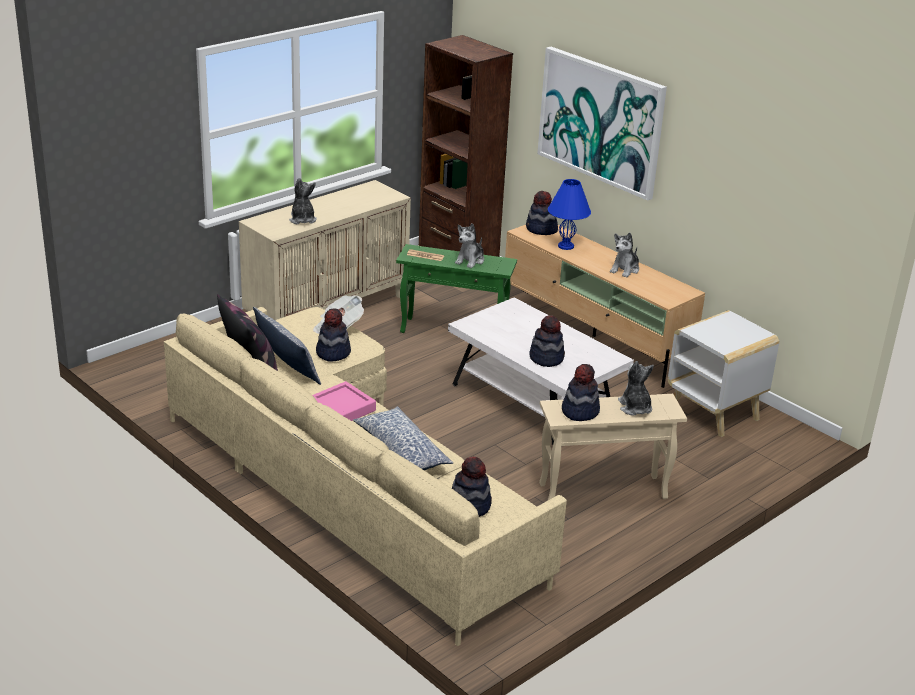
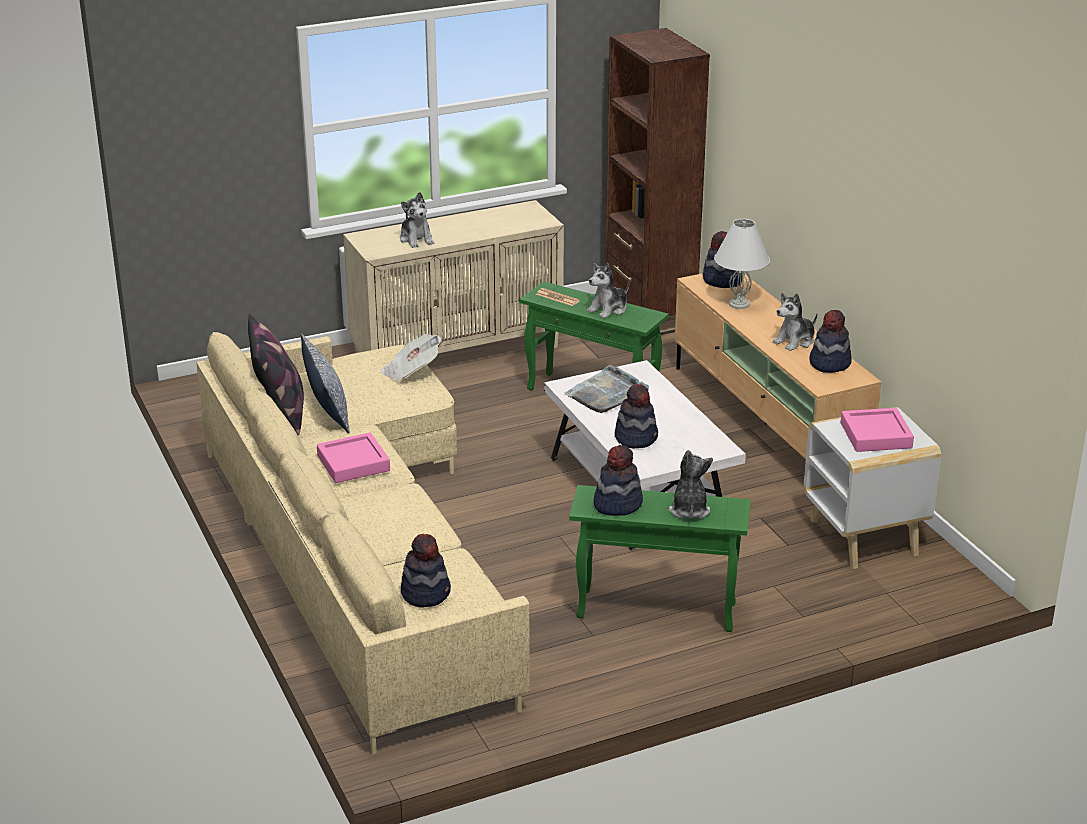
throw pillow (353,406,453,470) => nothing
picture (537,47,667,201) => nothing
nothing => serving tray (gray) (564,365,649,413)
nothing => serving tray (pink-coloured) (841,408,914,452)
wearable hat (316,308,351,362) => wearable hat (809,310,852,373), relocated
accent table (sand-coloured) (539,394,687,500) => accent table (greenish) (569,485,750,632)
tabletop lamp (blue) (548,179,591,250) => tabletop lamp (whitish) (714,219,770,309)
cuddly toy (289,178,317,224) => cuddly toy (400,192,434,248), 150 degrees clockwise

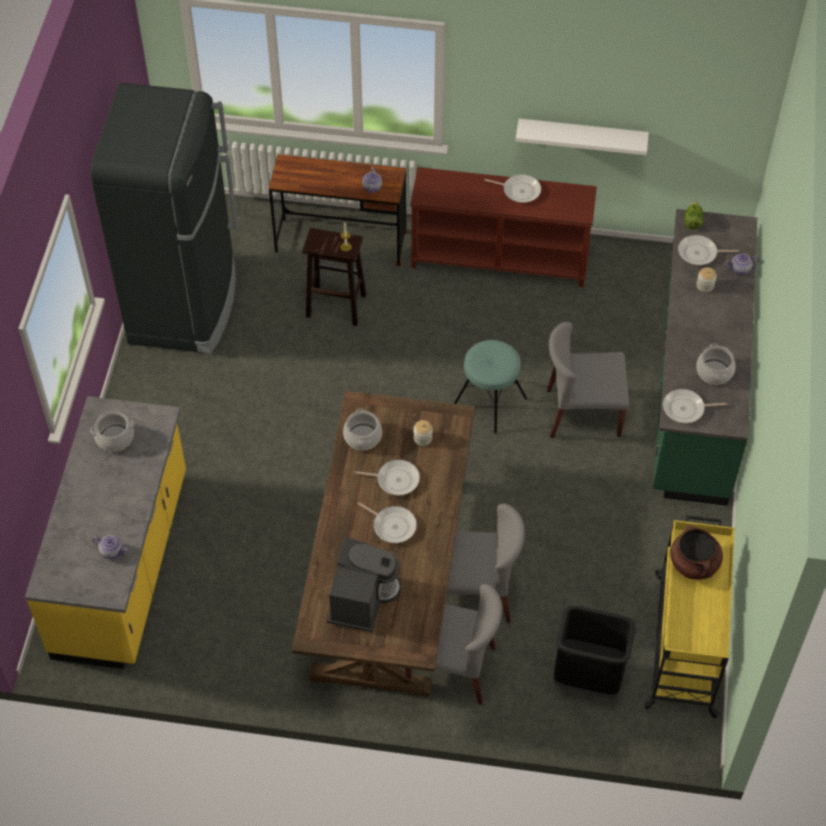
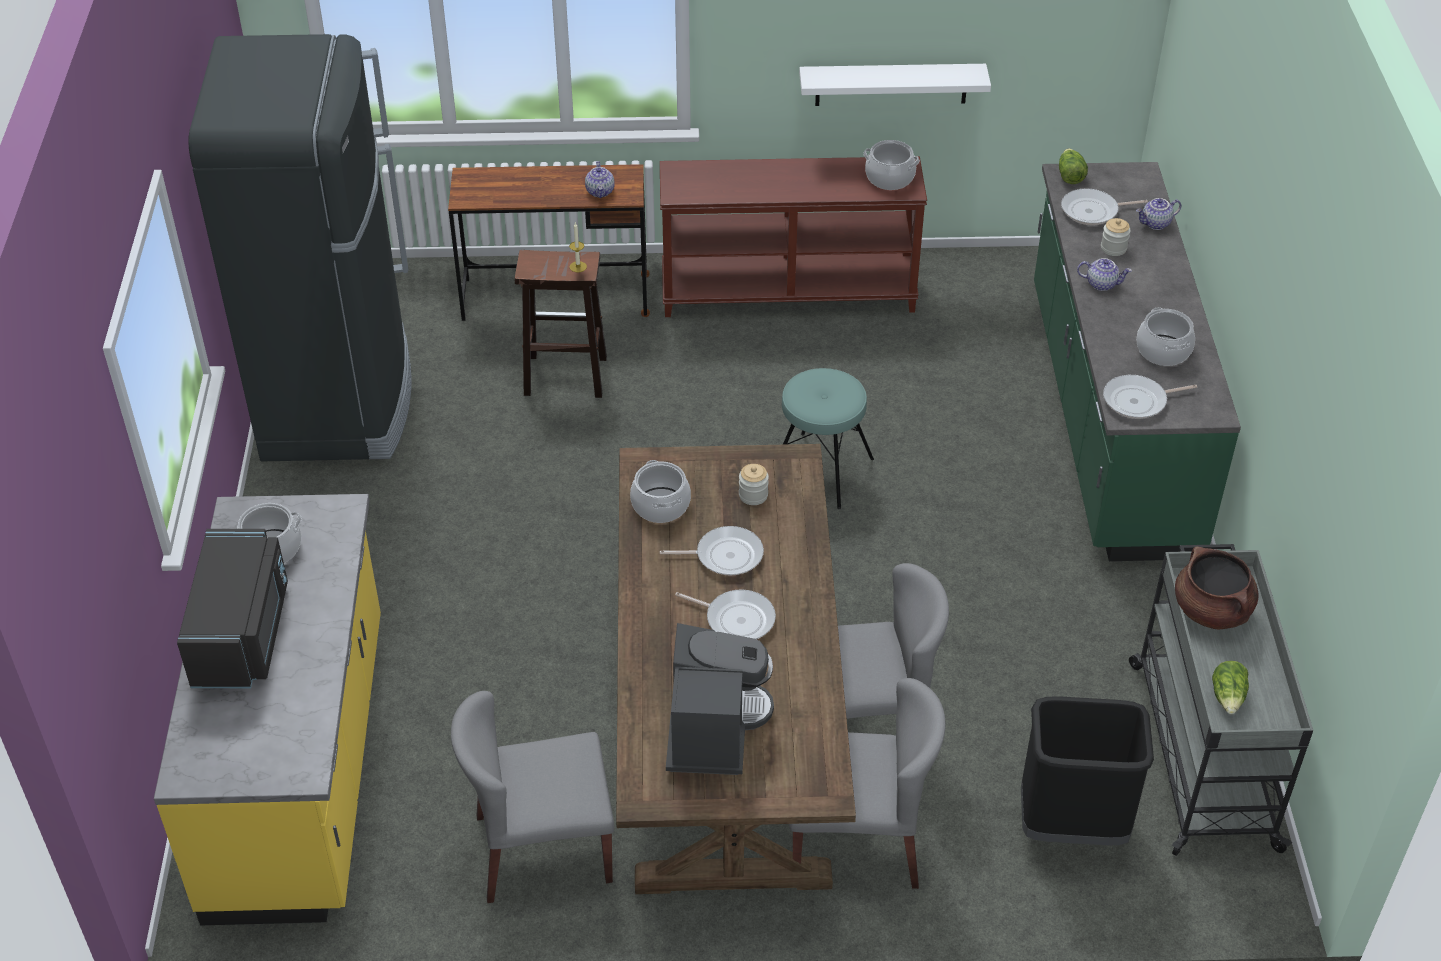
pan (484,174,541,203) => nothing
nothing => microwave (black-coloured) (177,529,288,688)
nothing => cooking pot (863,140,920,190)
nothing => lettuce head (1212,661,1249,714)
teapot (92,535,127,559) => teapot (1077,258,1132,291), relocated
upright chair (gray) (547,322,629,438) => upright chair (gray) (451,691,614,903), relocated
trolley (yellowish) (644,515,735,718) => trolley (gray) (1129,544,1313,856)

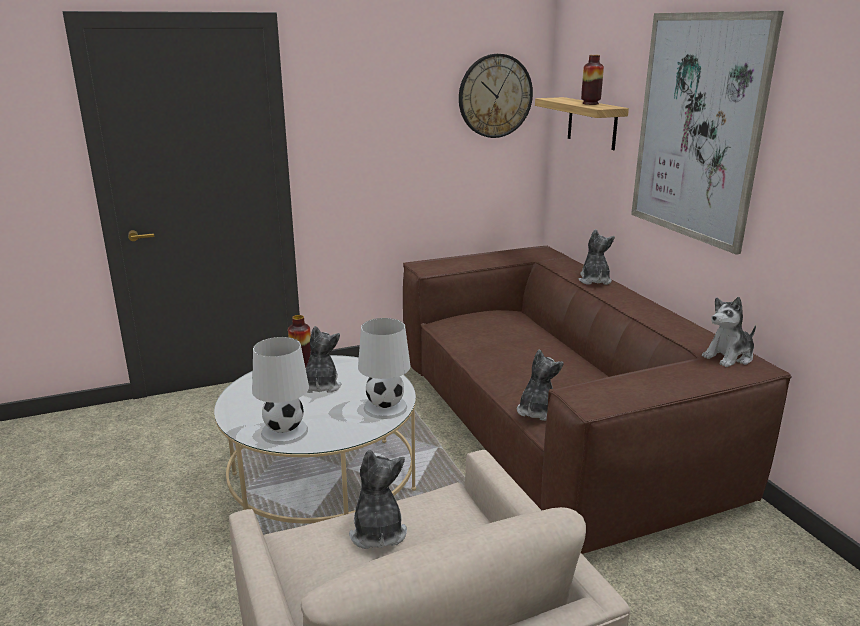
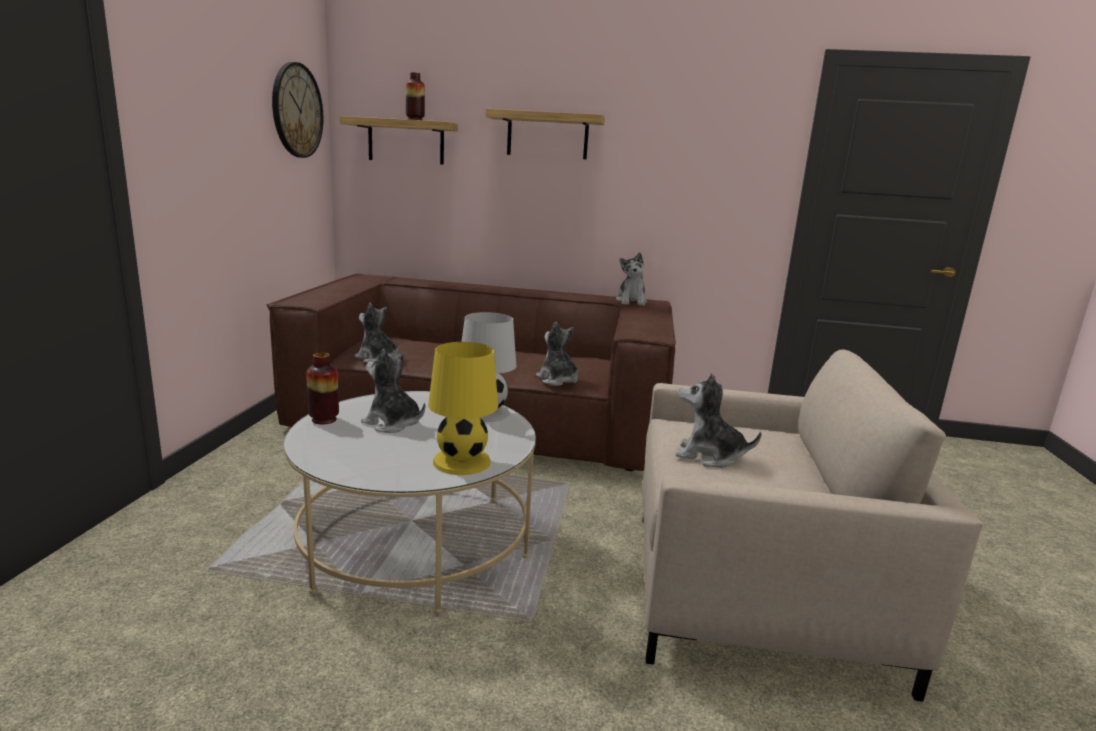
cuddly toy (579,229,615,285) => cuddly toy (355,303,399,363), relocated
picture (631,11,784,255) => bracket shelf (485,109,605,159)
tabletop lamp (whitish) (252,337,309,445) => tabletop lamp (yellowish) (428,342,498,475)

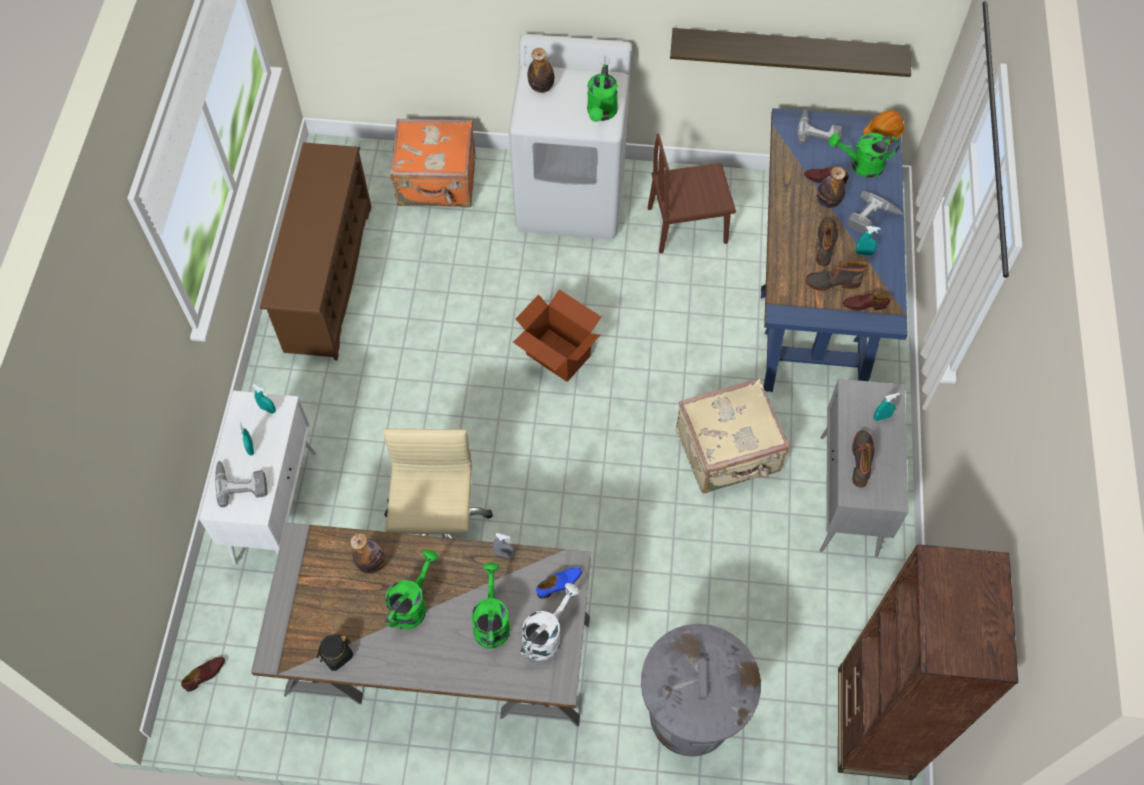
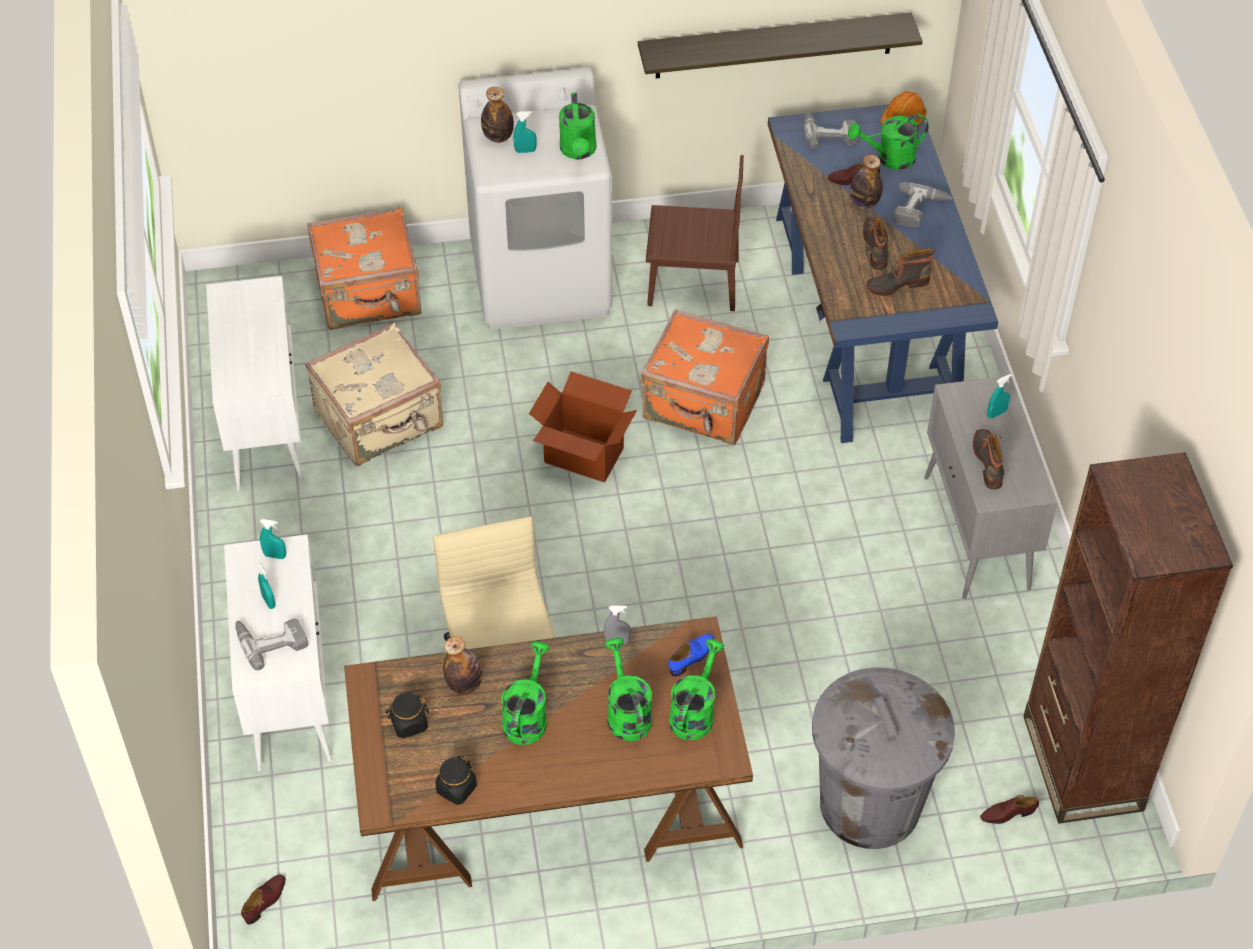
nothing => preserve jar (black-coloured) (385,692,429,738)
nothing => suitcase (orange) (641,309,769,445)
suitcase (sand-coloured) (676,379,790,494) => suitcase (sand-coloured) (305,323,443,466), relocated
shoe (brownish) (842,292,890,311) => shoe (brownish) (980,795,1039,824), relocated
sprayer (turquoise-coloured) (856,226,881,256) => sprayer (turquoise-coloured) (513,111,537,153), relocated
shoe rack (brownish) (260,142,371,360) => cupboard (whitish) (206,276,305,491)
desk unit (gray) (251,522,591,727) => desk unit (brownish) (344,616,753,901)
watering pot (whitish) (520,583,580,661) => watering pot (greenish) (669,639,725,740)
upright chair (brownish) (648,134,736,253) => upright chair (brownish) (646,155,744,311), 150 degrees counterclockwise

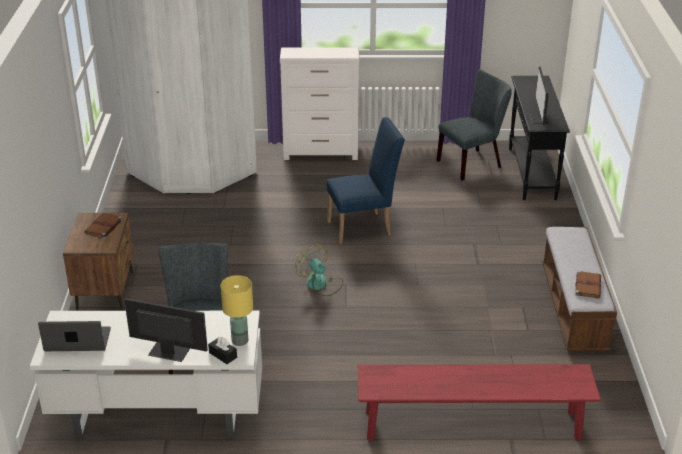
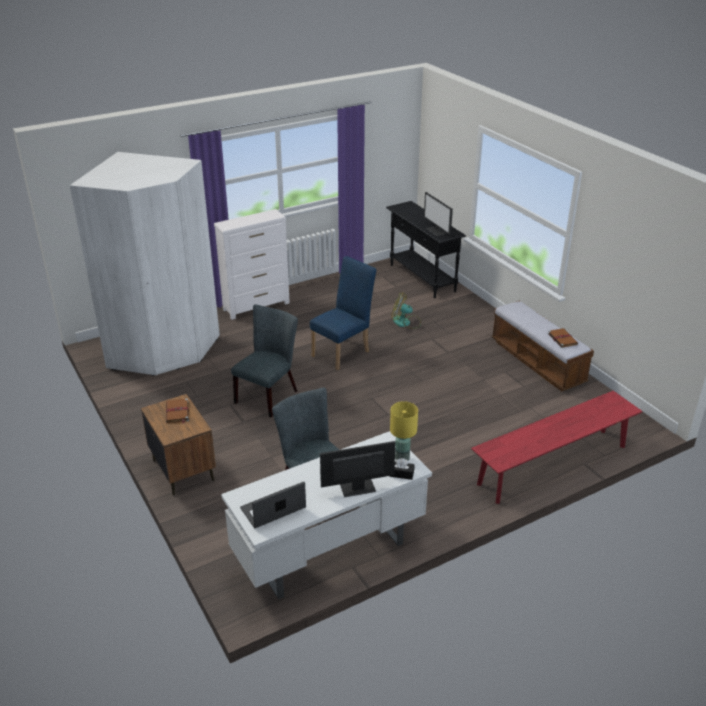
fan (295,244,343,296) => fan (391,293,421,329), relocated
upright chair (gray) (436,69,512,181) => upright chair (gray) (231,304,298,417), relocated

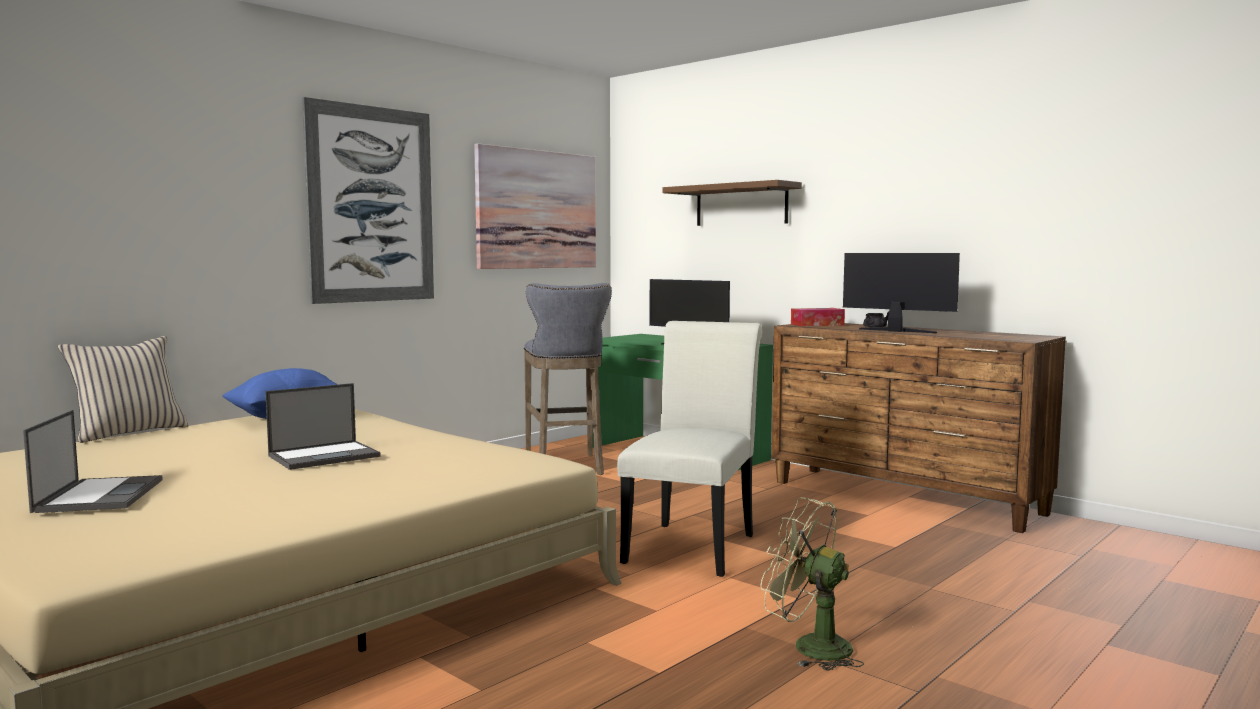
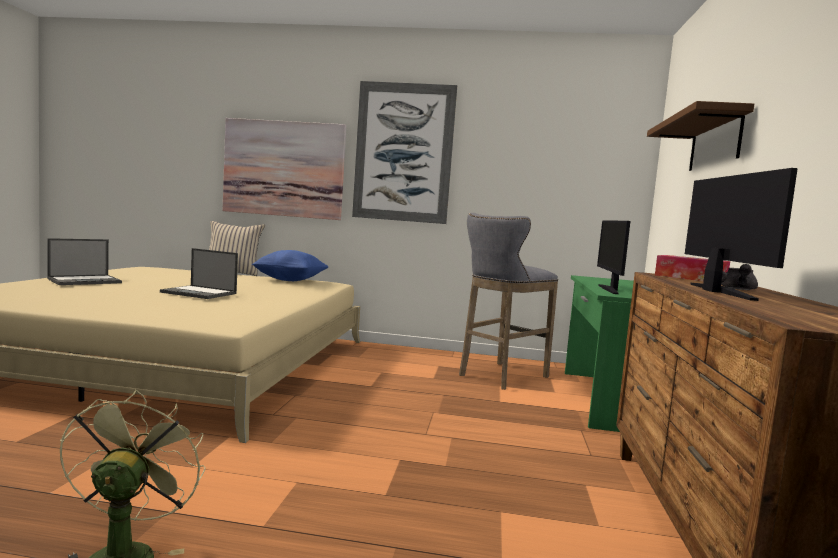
upright chair (whitish) (617,321,762,577) => nothing
picture (474,143,596,269) => picture (223,118,346,220), relocated

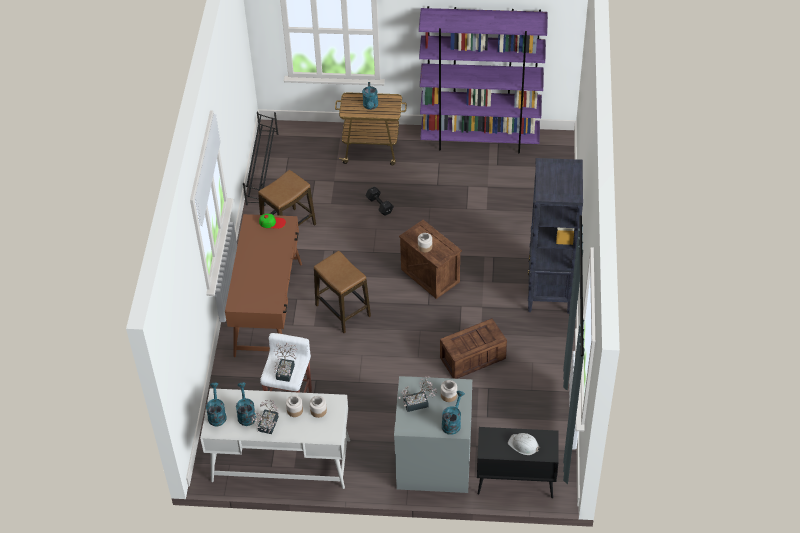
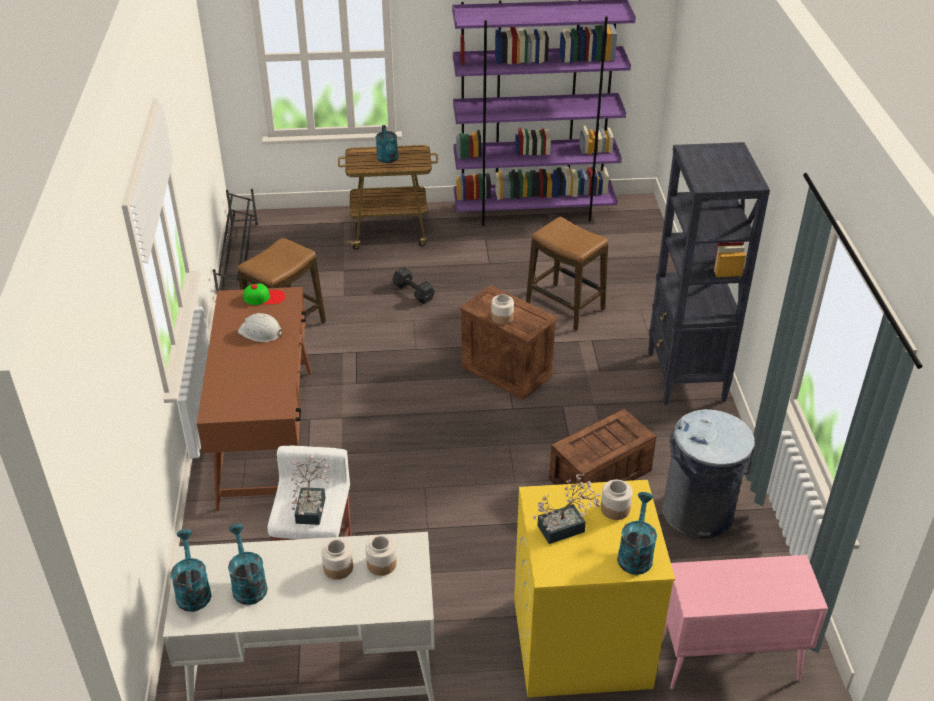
houseplant (251,400,279,434) => nothing
nothing => waste bin (gray) (662,409,755,539)
sitting stool (314,251,371,333) => sitting stool (526,217,608,330), relocated
work helmet (whitish) (508,433,539,455) => work helmet (whitish) (238,313,283,342), relocated
laundry appliance (gray) (394,376,472,493) => laundry appliance (yellowish) (514,480,675,697)
cupboard (black-coloured) (477,427,559,498) => cupboard (pink-coloured) (662,555,828,689)

